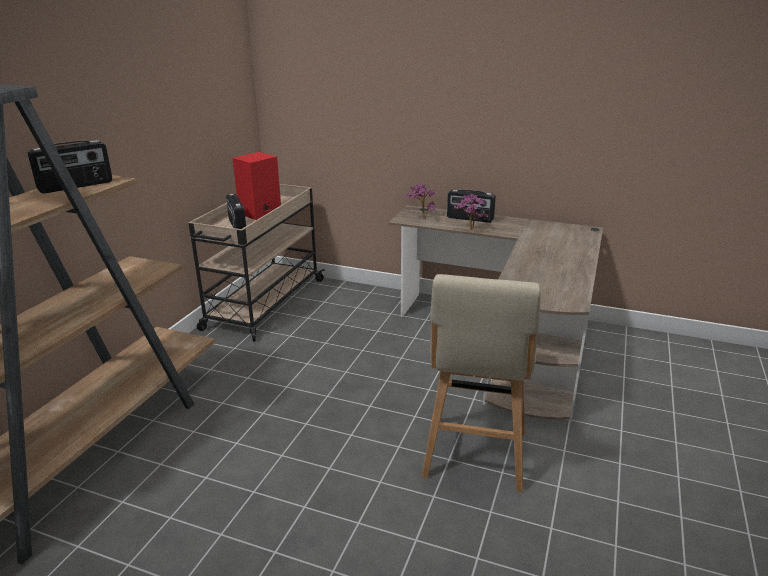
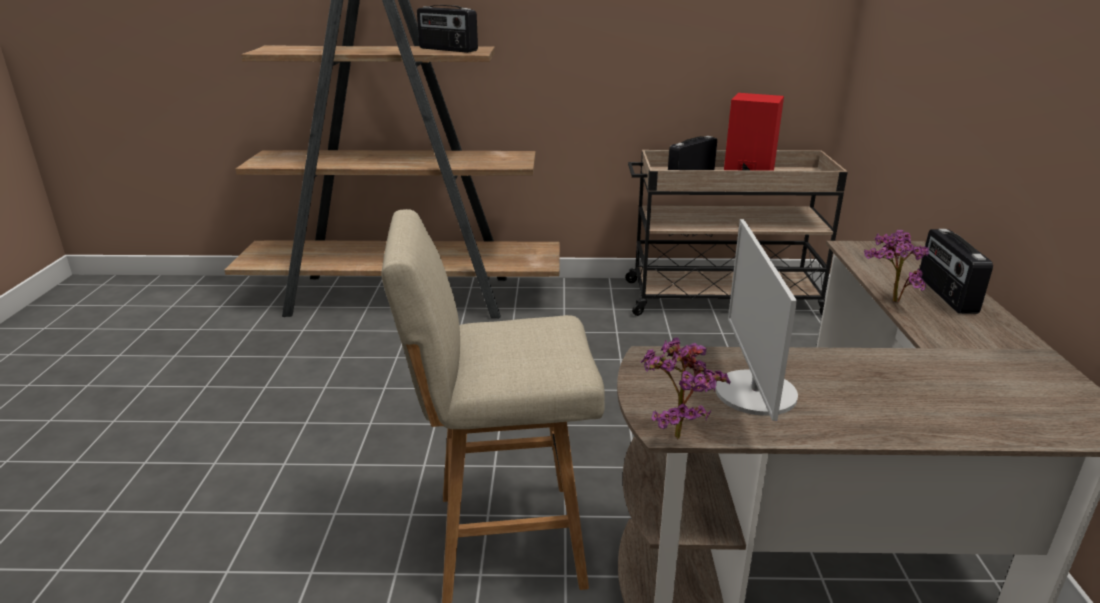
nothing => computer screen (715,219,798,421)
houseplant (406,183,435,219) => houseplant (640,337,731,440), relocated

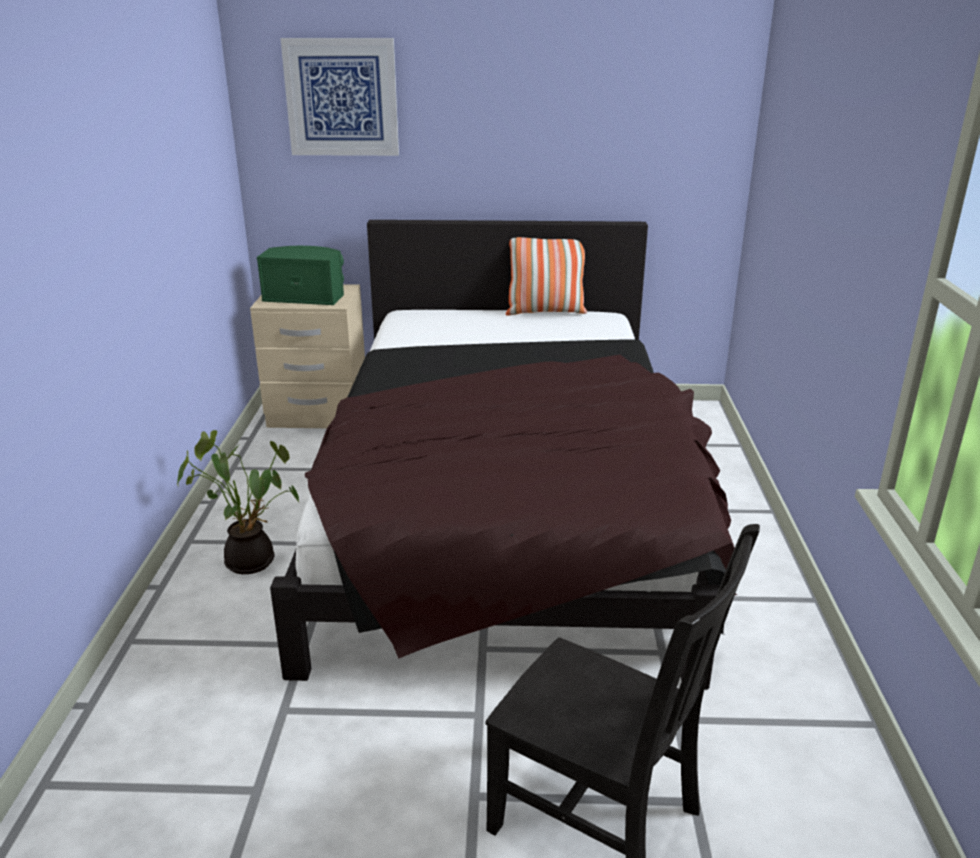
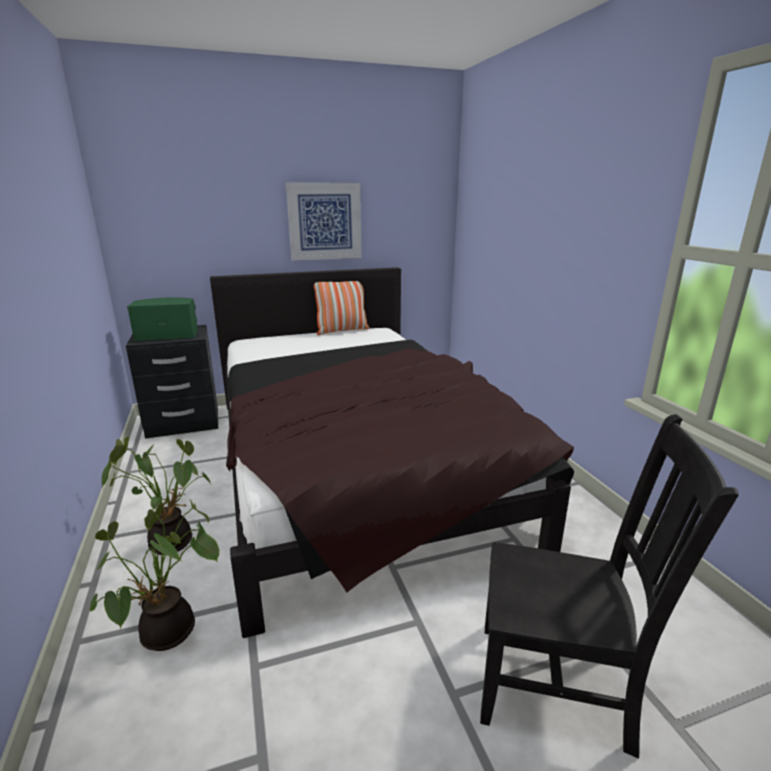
nothing => houseplant (89,500,219,651)
picture (280,38,399,156) => picture (286,183,362,261), relocated
night table (sand-coloured) (250,284,365,428) => night table (black-coloured) (126,325,218,439)

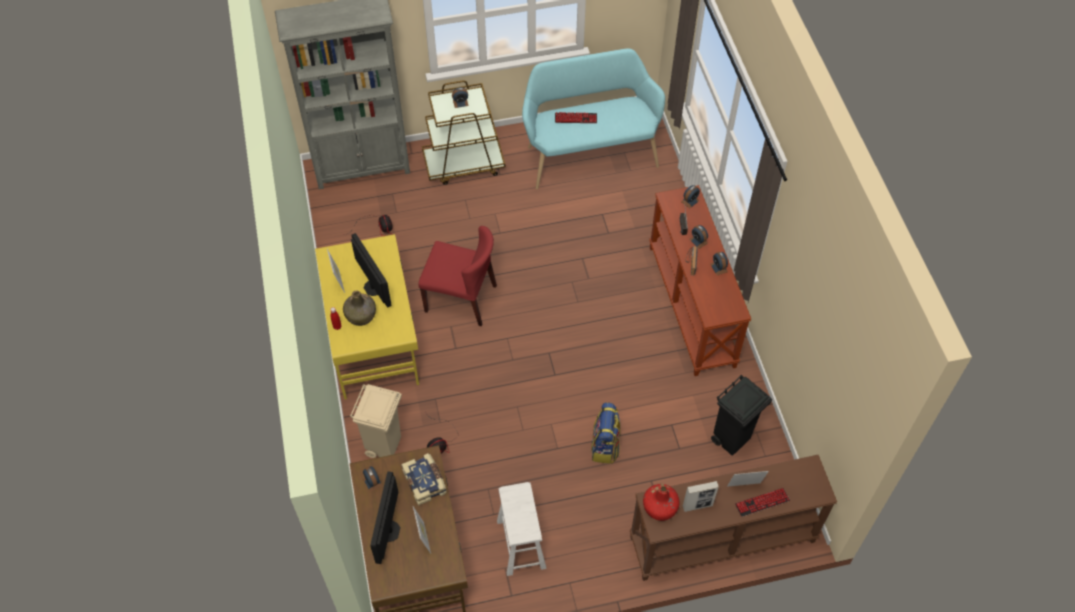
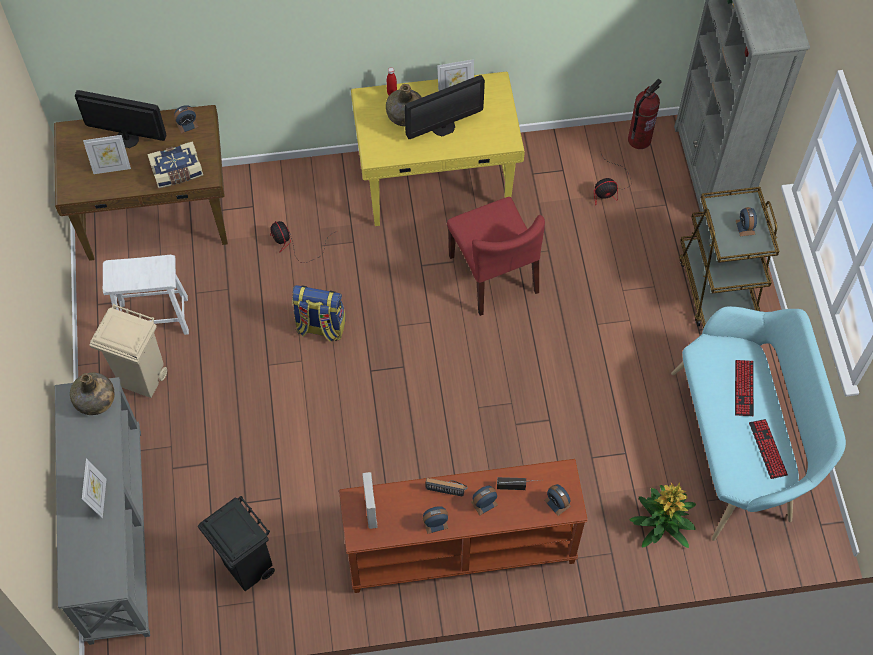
nothing => extinguisher (628,79,662,149)
nothing => houseplant (630,483,696,548)
waste bin (sand-coloured) (350,384,402,458) => waste bin (sand-coloured) (89,304,167,398), relocated
backpack (591,402,621,464) => backpack (292,285,345,342), relocated
picture frame (683,481,719,512) => picture frame (362,472,378,529), relocated
computer keyboard (735,488,790,517) => computer keyboard (749,419,788,479), relocated
hall table (brownish) (630,455,837,581) => hall table (gray) (55,377,150,645)
beverage bottle (red) (643,484,679,521) => beverage bottle (greenish) (70,373,115,415)
upright chair (red) (418,226,497,326) => upright chair (red) (447,197,545,316), 45 degrees counterclockwise

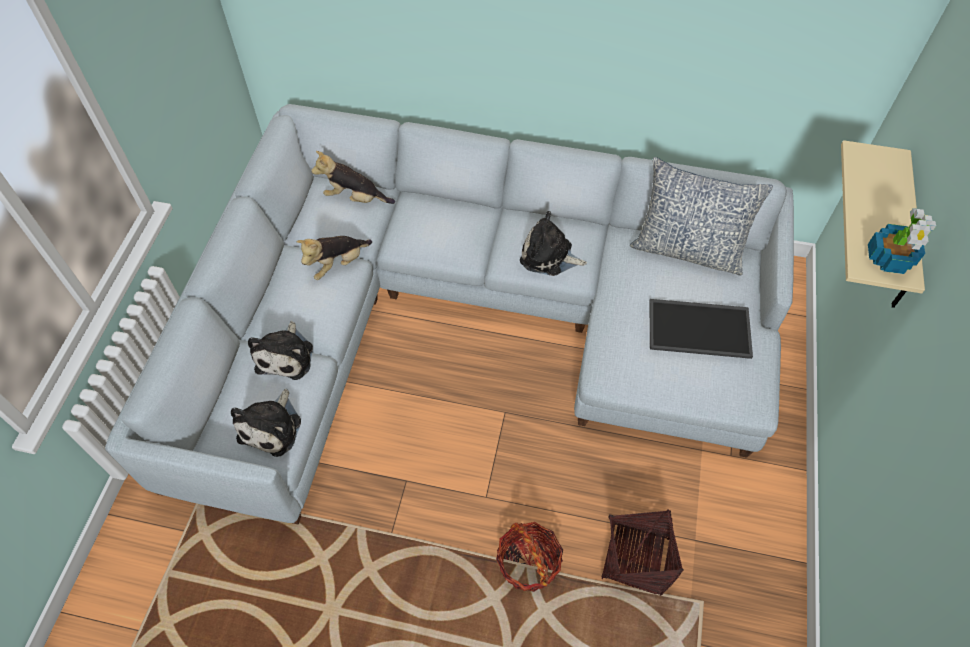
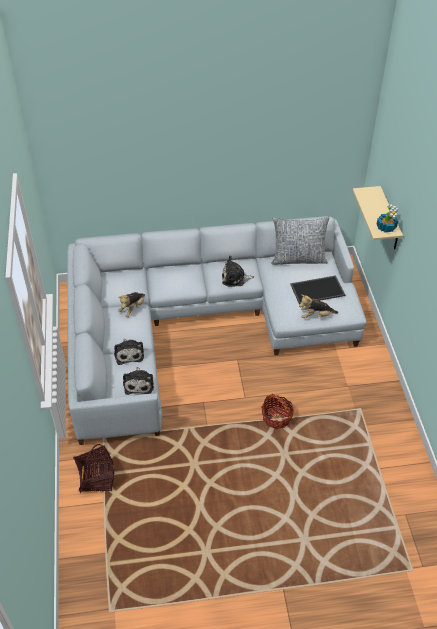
cuddly toy (311,151,395,204) => cuddly toy (299,294,338,318), relocated
storage basket (601,509,684,596) => storage basket (73,444,115,493), relocated

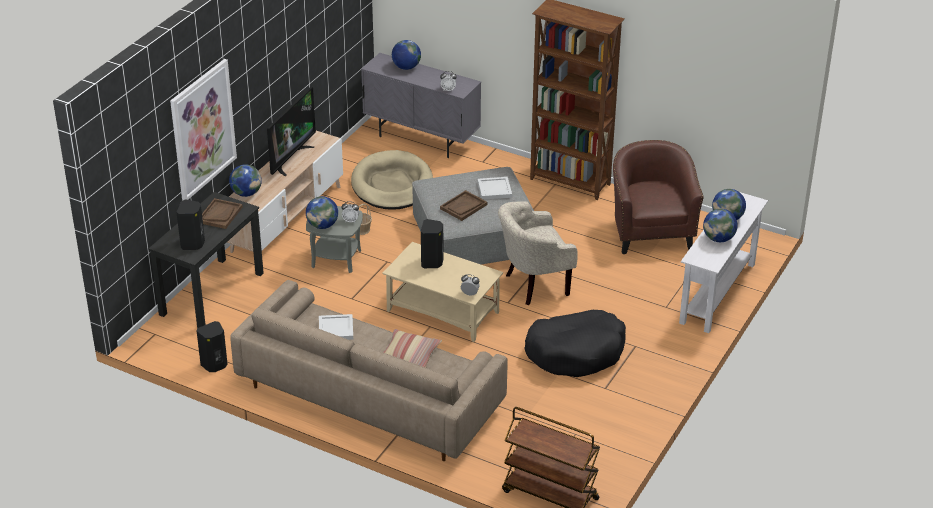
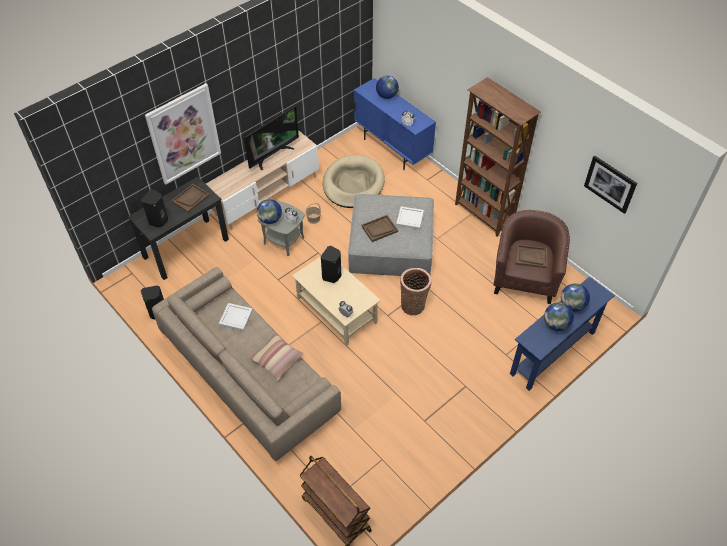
globe (229,164,262,197) => nothing
pet bed (black-coloured) (524,310,626,377) => nothing
nothing => serving tray (brownish) (515,245,547,268)
nothing => picture (584,155,637,214)
lounge chair (sand-coloured) (498,201,578,305) => storage basket (400,268,431,315)
cupboard (gray) (361,53,481,158) => cupboard (blue) (353,78,436,170)
hall table (whitish) (679,192,768,333) => hall table (blue) (510,277,615,391)

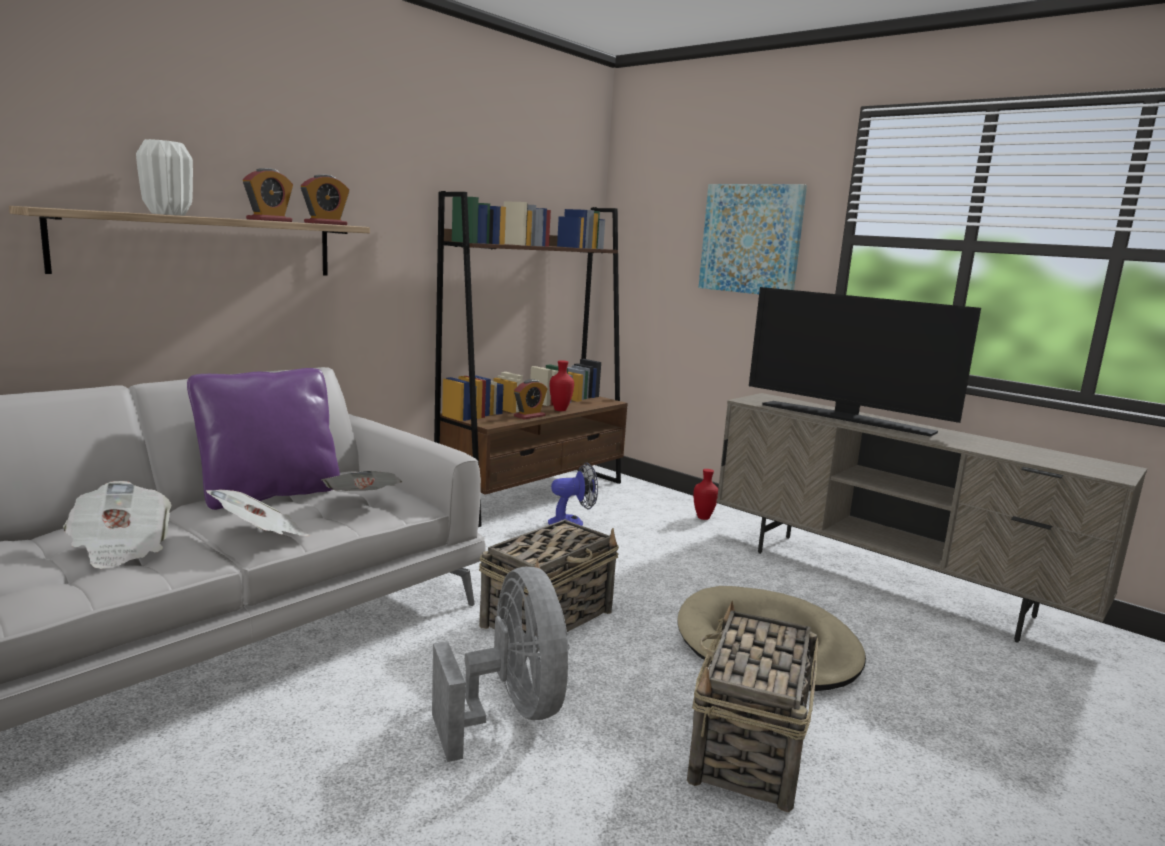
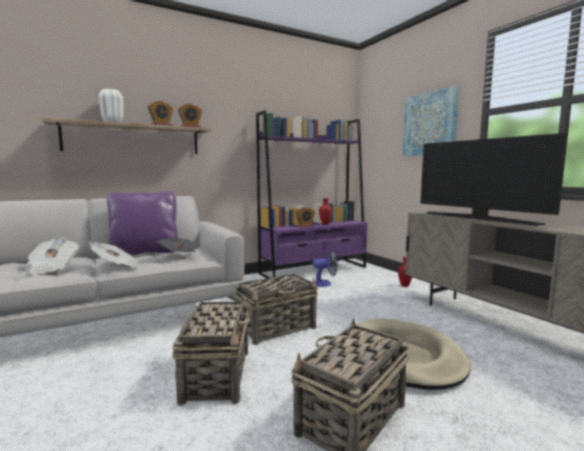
fan (gray) (432,567,570,762) => storage basket (172,295,251,405)
shelving unit (brownish) (434,191,628,527) => shelving unit (purple-coloured) (256,110,367,278)

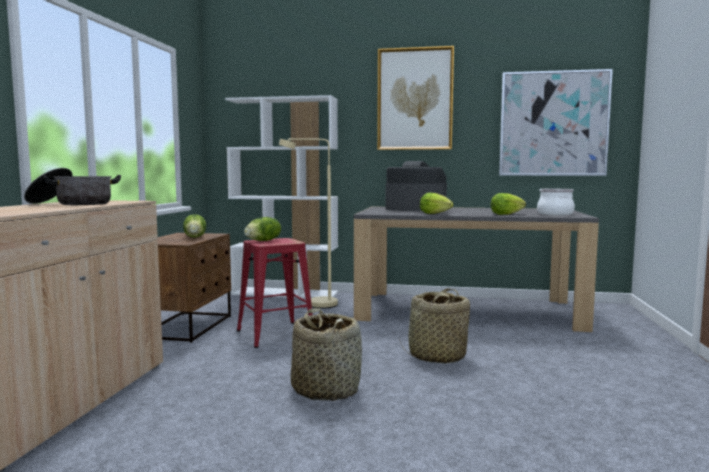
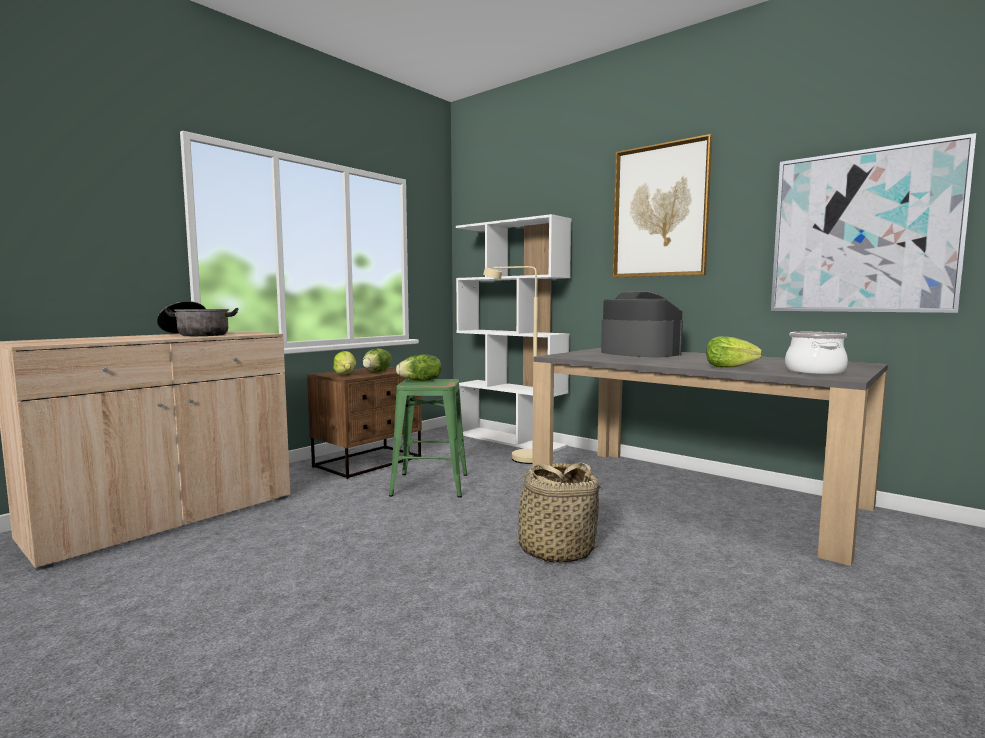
storage basket (291,308,362,401) => nothing
lettuce head (420,193,453,214) => lettuce head (333,351,356,375), relocated
sitting stool (red) (237,238,313,348) => sitting stool (greenish) (389,379,467,498)

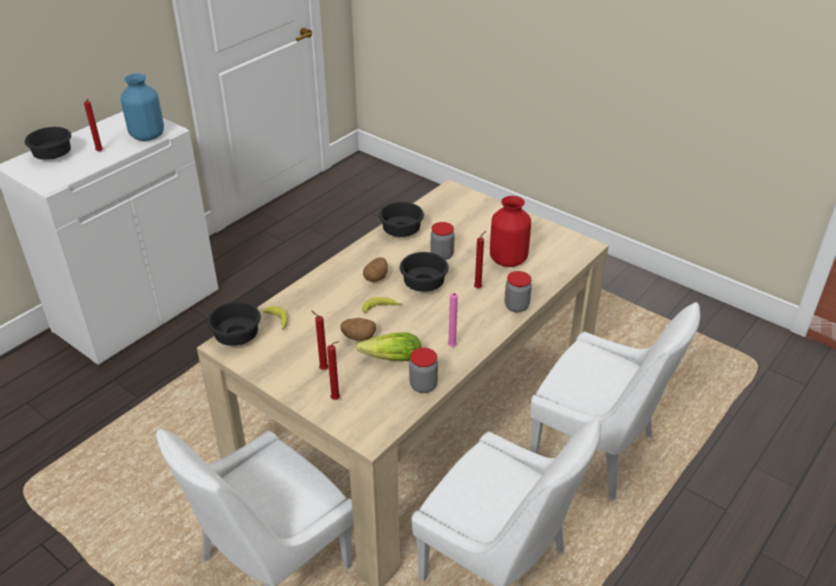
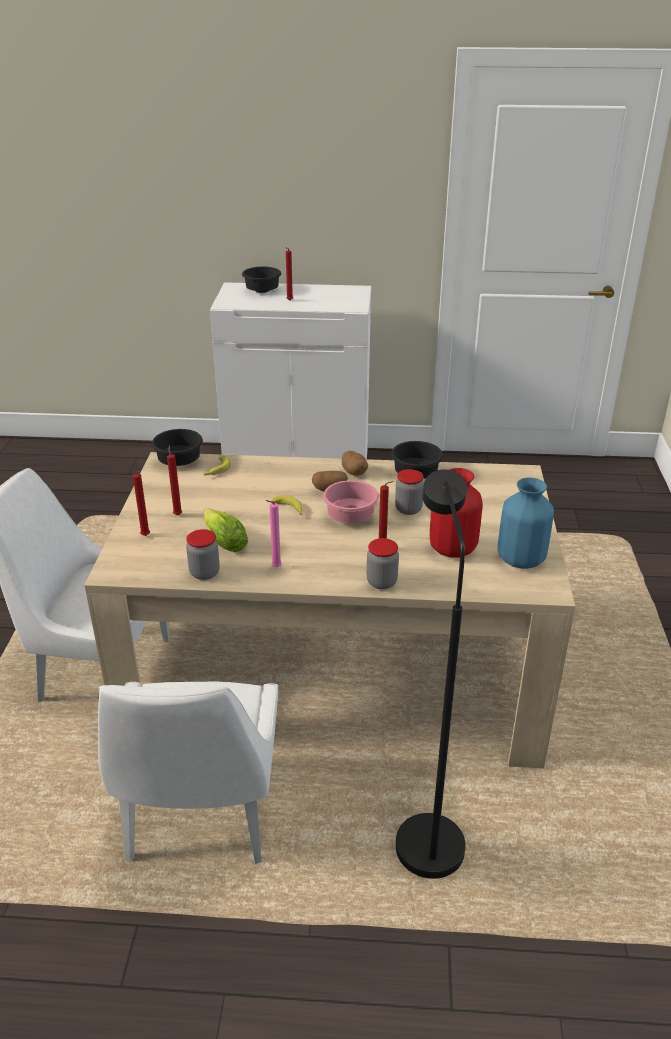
decorative vase (blue) (121,73,164,141) => decorative vase (blue) (498,477,554,569), relocated
potato (340,318,376,341) => potato (342,451,368,476), relocated
upright chair (whitish) (530,302,700,501) => standing lamp (black-coloured) (396,469,468,879)
bowl (black-coloured) (400,252,449,292) => bowl (pink-coloured) (323,480,379,523)

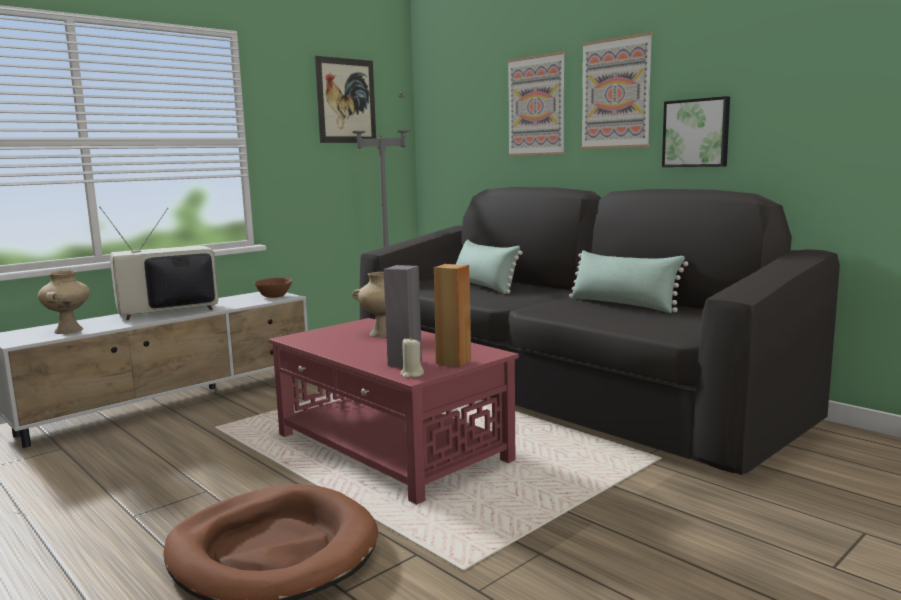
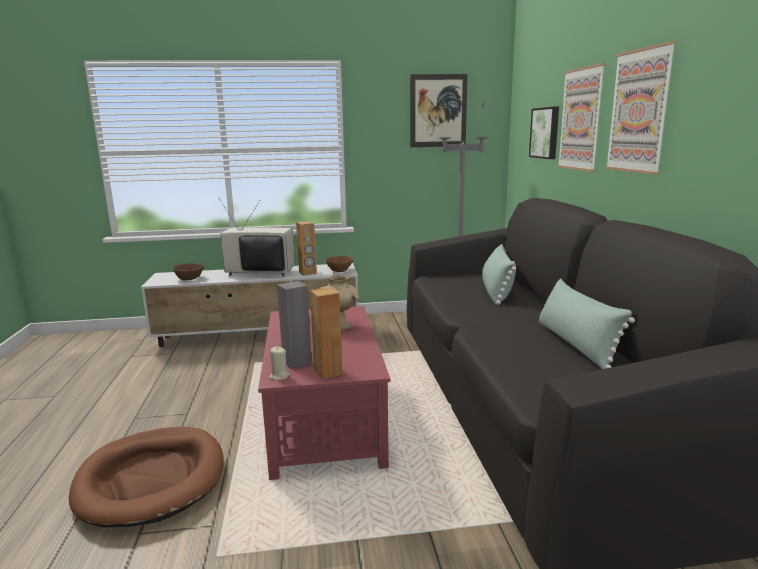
nothing => speaker (brownish) (296,221,317,276)
picture (662,96,730,167) => picture (529,107,559,159), relocated
decorative vase (sand-coloured) (38,270,90,334) => bowl (brownish) (172,263,204,280)

